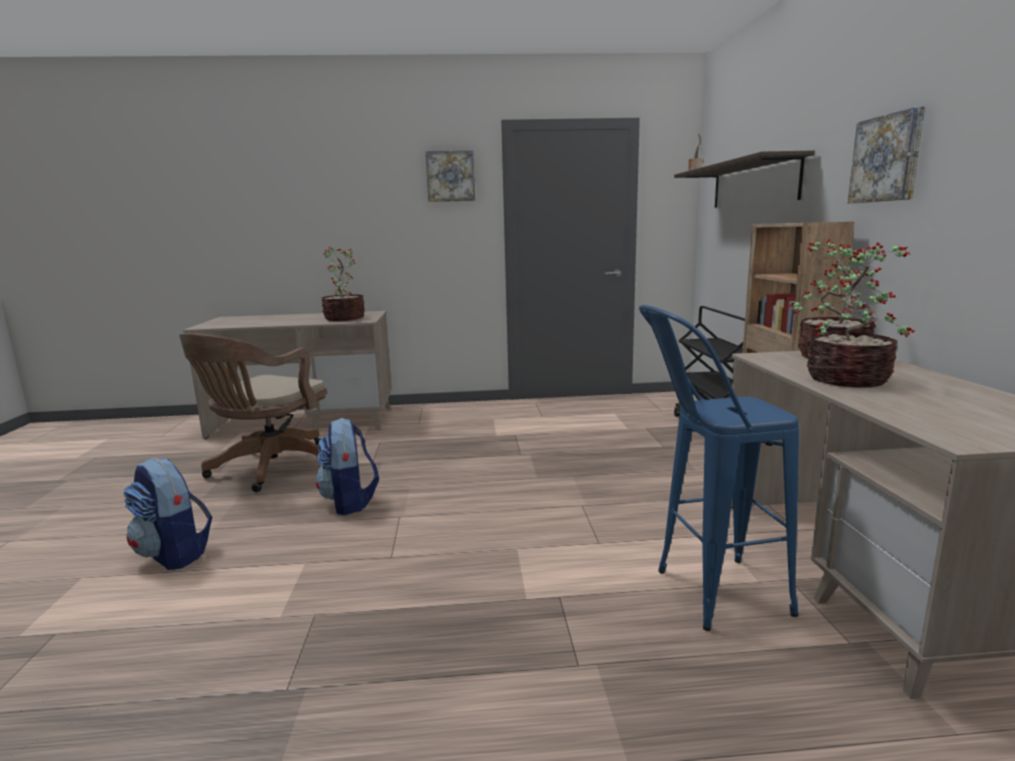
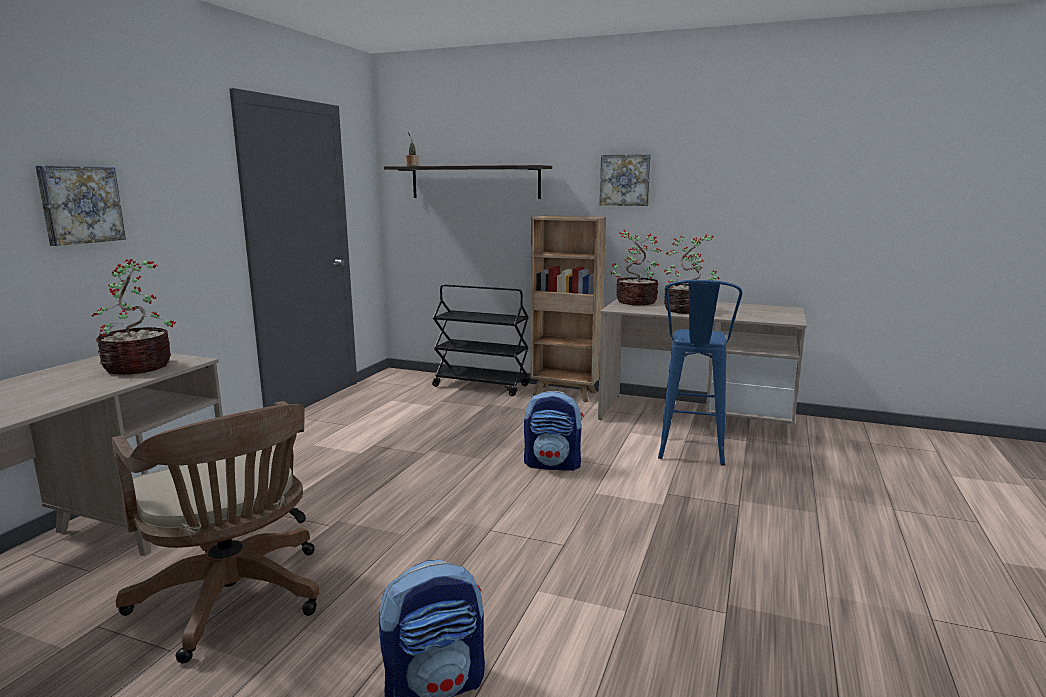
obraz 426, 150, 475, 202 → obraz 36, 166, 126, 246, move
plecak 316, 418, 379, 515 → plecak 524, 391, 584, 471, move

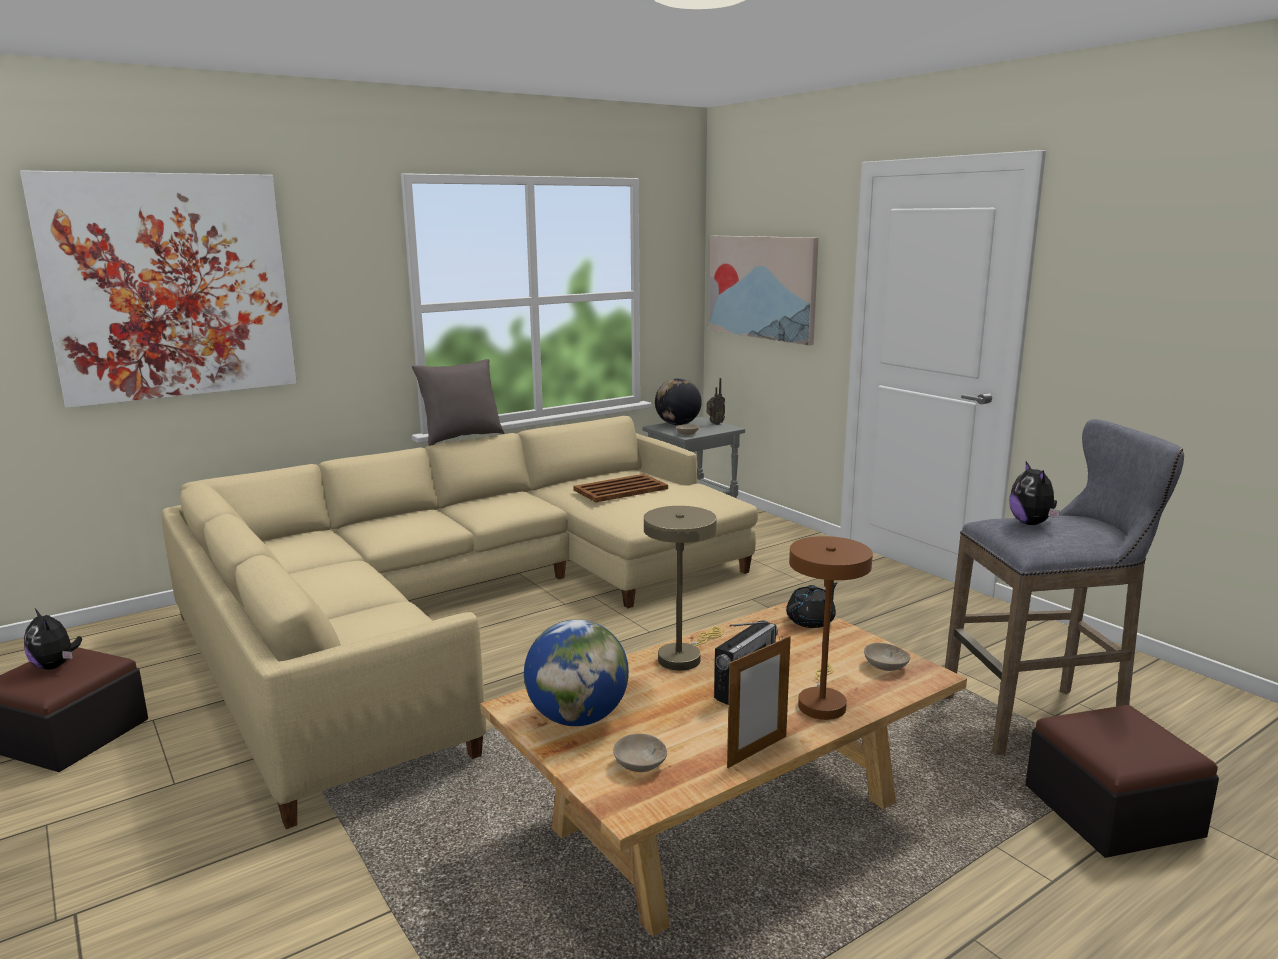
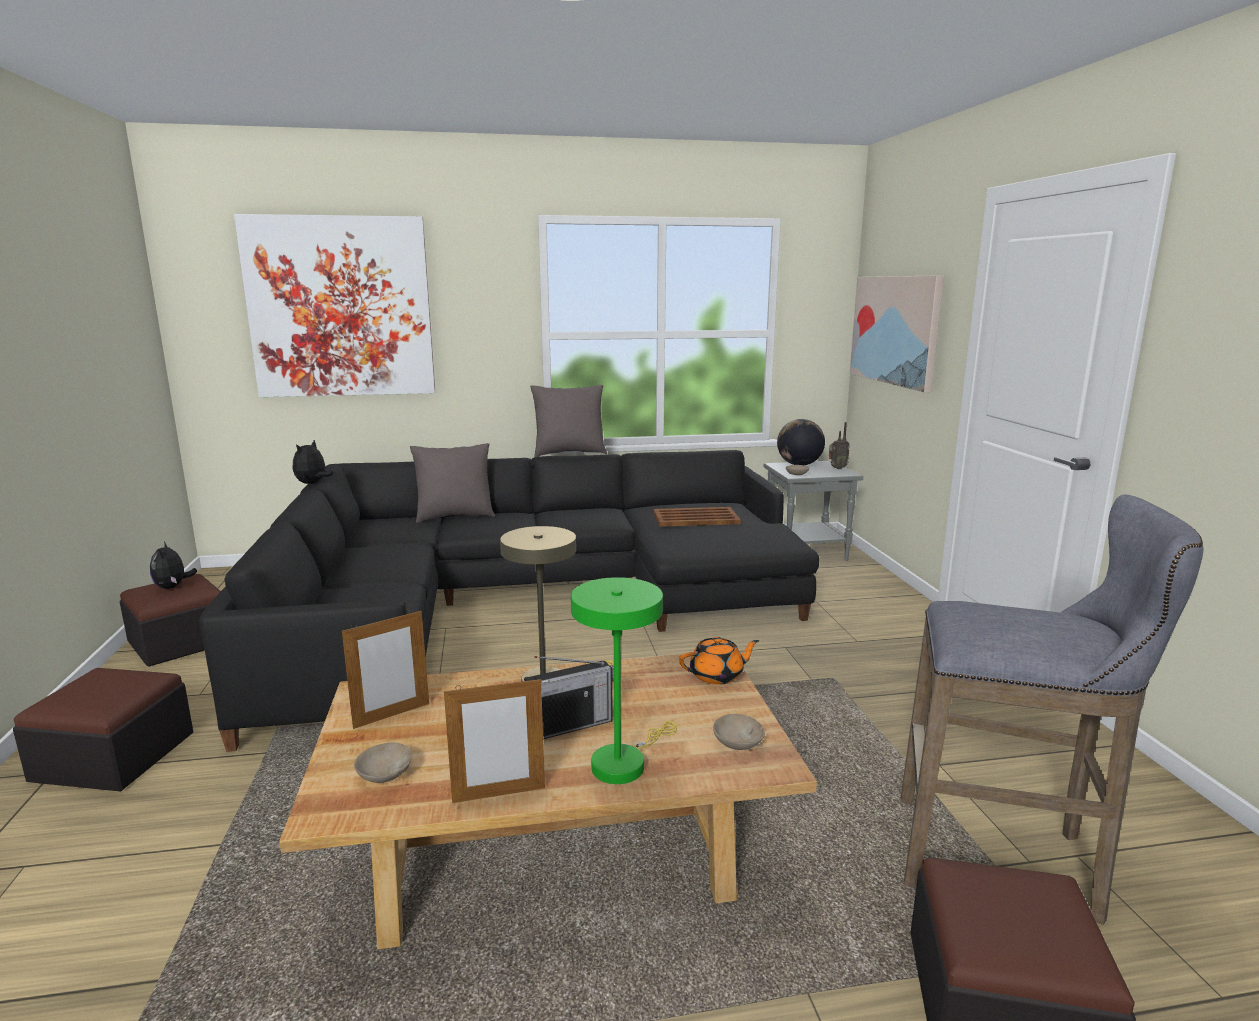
- → pufa 13, 668, 193, 791
kanapa (beżowy) 162, 416, 758, 829 → kanapa (czarny) 199, 450, 819, 752
pluszak 1009, 461, 1060, 525 → pluszak 293, 440, 334, 484, move
globus 524, 619, 629, 726 → ramka na zdjęcie 342, 611, 429, 729
- → poduszka (szary) 410, 443, 495, 523
lampa stołowa (brązowy) 789, 536, 873, 720 → lampa stołowa (zielony) 571, 577, 677, 784
imbryk (czarny) 786, 582, 837, 628 → imbryk (pomarańczowy) 679, 637, 759, 685

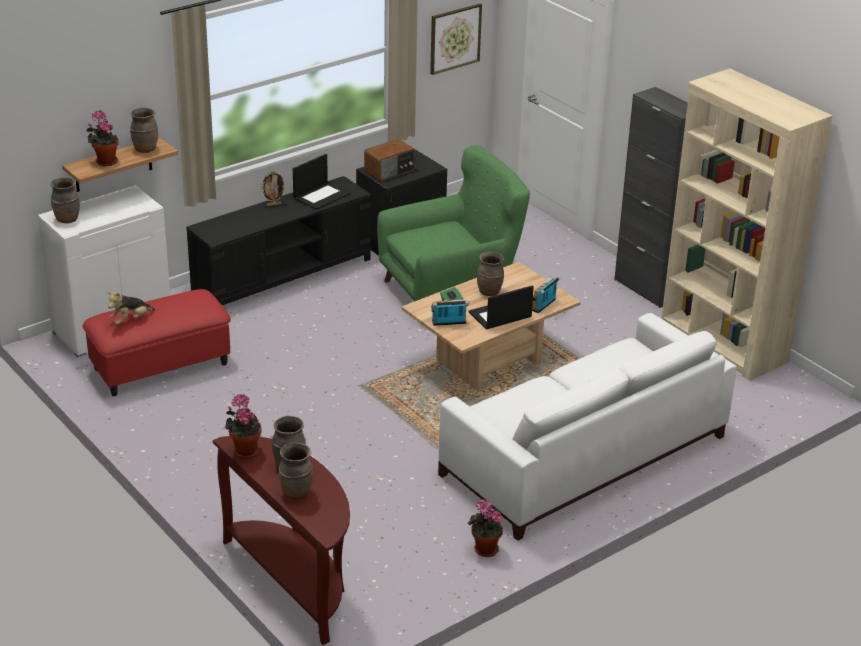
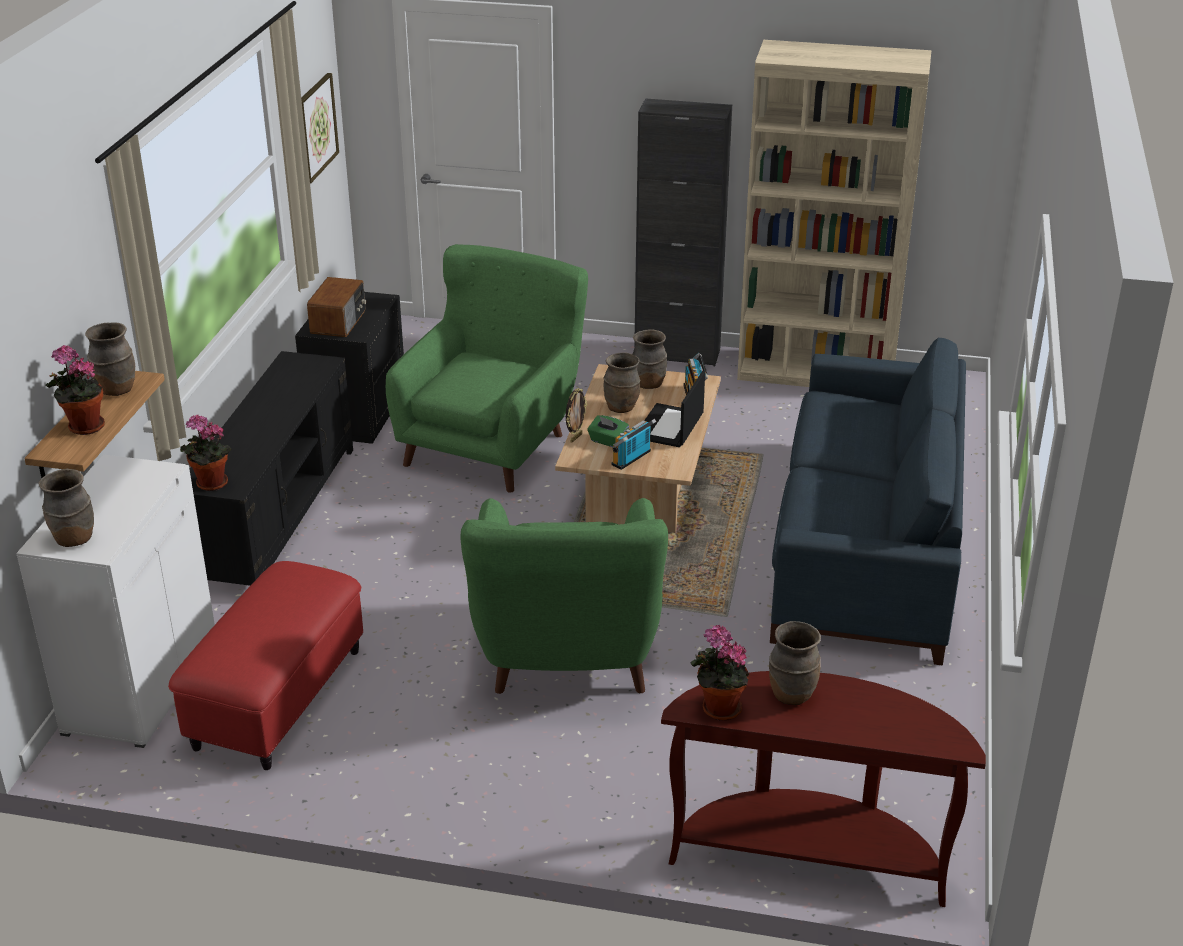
roślina doniczkowa 468, 499, 503, 557 → roślina doniczkowa 180, 415, 232, 491, move
- → fotel (zielony) 460, 498, 668, 694
ramka na zdjęcie 261, 171, 286, 206 → ramka na zdjęcie 566, 388, 587, 443, move
wazon (brązowy) 279, 443, 313, 499 → wazon (brązowy) 632, 329, 667, 389, move
kanapa (biały) 438, 313, 737, 541 → kanapa (niebieski) 770, 338, 966, 666
pluszak 107, 292, 155, 325 → -
laptop 293, 154, 350, 210 → -

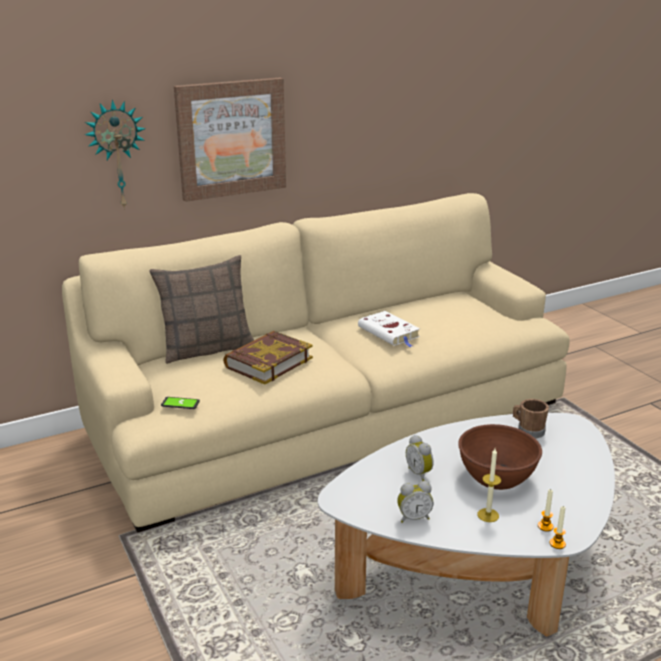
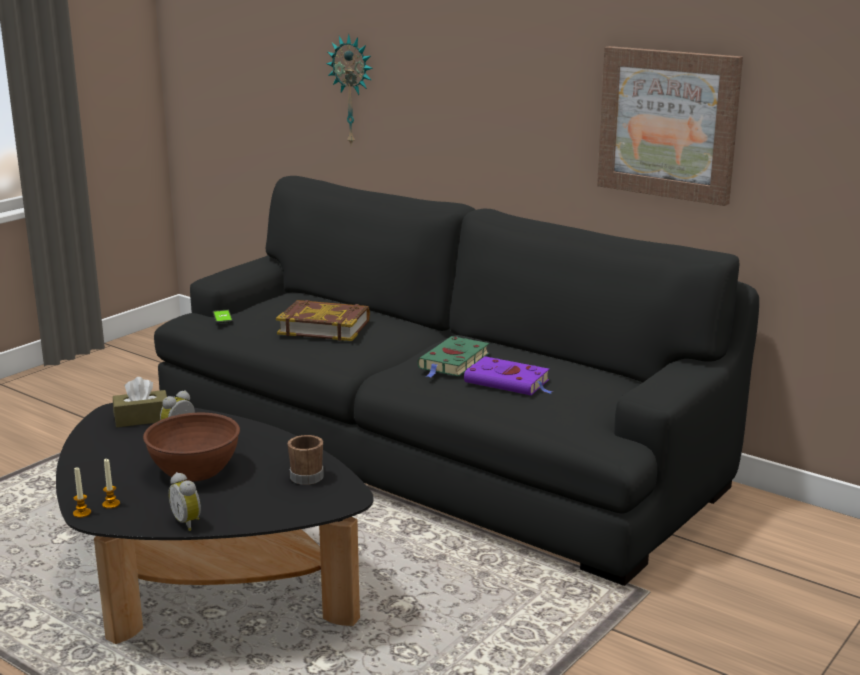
ława (biały) 318, 413, 615, 636 → ława (czarny) 56, 403, 373, 644
- → pudełko chusteczek (brązowy) 113, 377, 167, 427
kanapa (beżowy) 62, 193, 570, 533 → kanapa (czarny) 154, 176, 759, 586
budzik 397, 481, 433, 523 → budzik 168, 472, 201, 531, move
książka (biały) 358, 311, 420, 347 → książka (zielony) 418, 336, 489, 378
- → książka (fioletowy) 464, 356, 553, 395
obraz 174, 78, 286, 202 → obraz 597, 46, 743, 206, move
poduszka 149, 255, 254, 364 → -
świeca 477, 448, 501, 522 → -

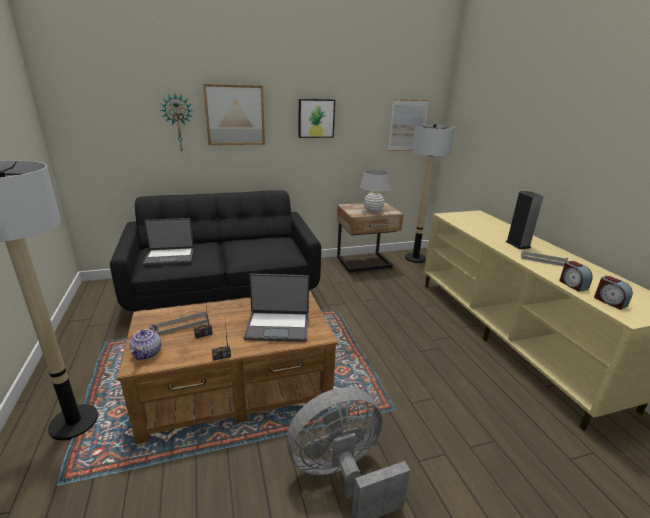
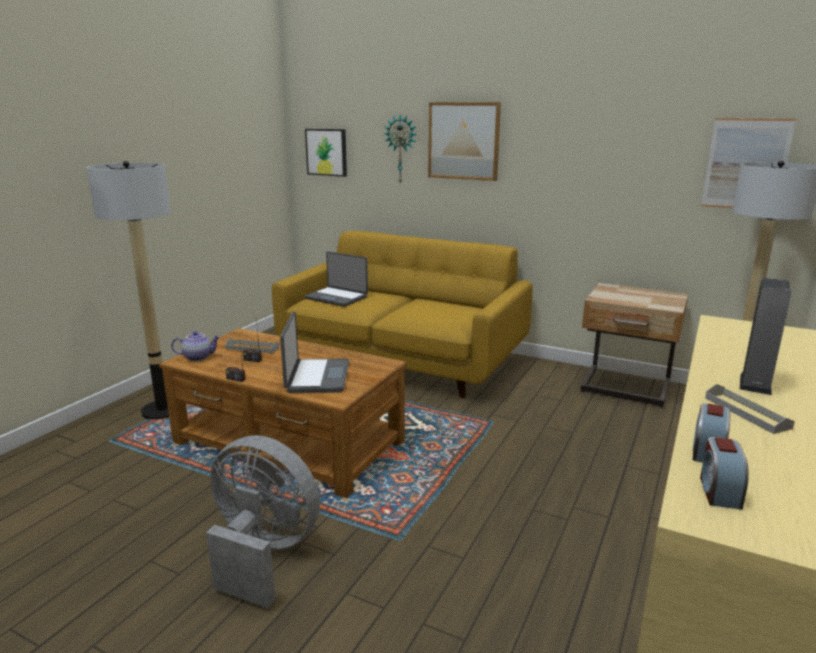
imbryk 130, 324, 161, 360 → imbryk 171, 331, 220, 361, 150 degrees counterclockwise
kanapa (czarny) 110, 190, 321, 311 → kanapa (żółty) 272, 231, 533, 398
laptop 244, 274, 309, 342 → laptop 280, 312, 349, 393, 135 degrees counterclockwise
obraz 298, 99, 335, 138 → obraz 305, 129, 347, 177, move
lampa stołowa (biały) 360, 170, 390, 213 → -

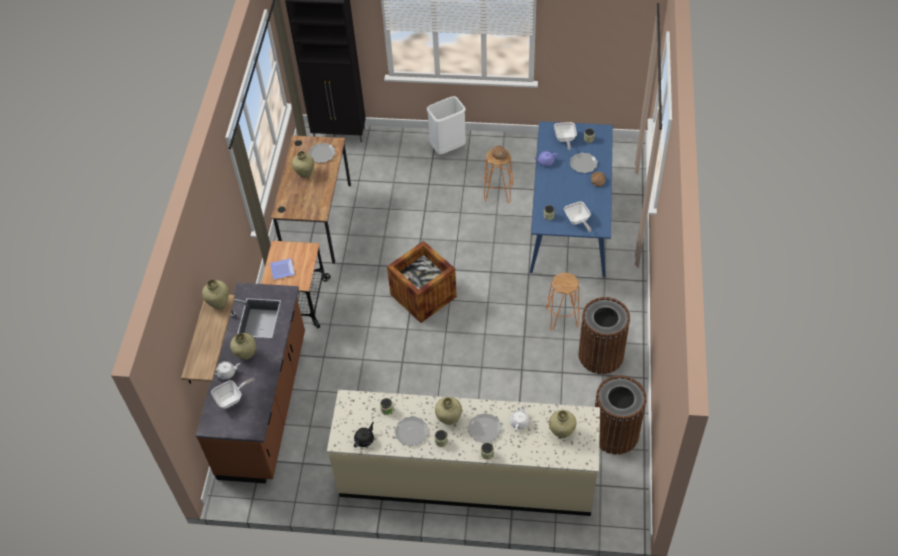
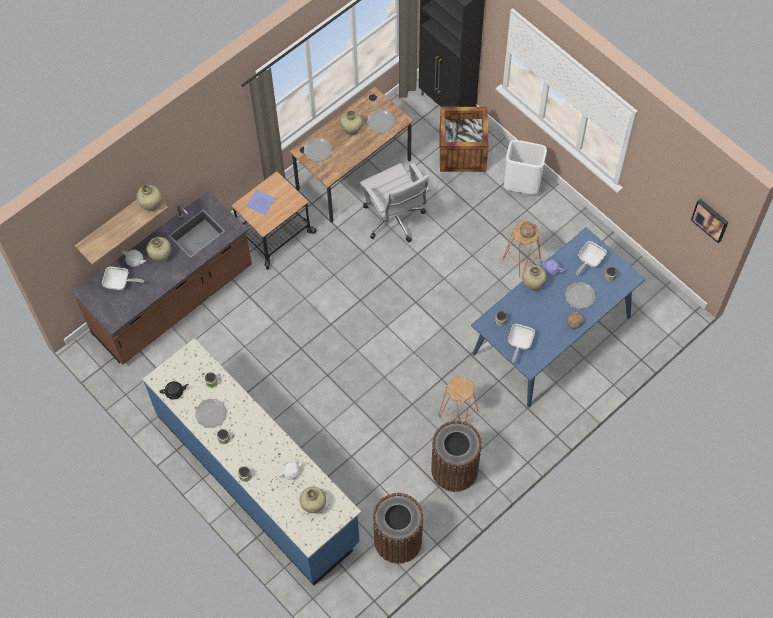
zabudowa kuchenna (beżowy) 327, 390, 600, 516 → zabudowa kuchenna (niebieski) 143, 338, 361, 585
talerz 468, 413, 502, 443 → talerz 304, 138, 332, 162, move
- → krzesło biurowe (biały) 360, 163, 430, 242
skrzynka 387, 241, 457, 323 → skrzynka 439, 107, 489, 172, move
wazon (beżowy) 435, 397, 462, 425 → wazon (beżowy) 522, 265, 547, 291, move
- → obraz 691, 199, 728, 243

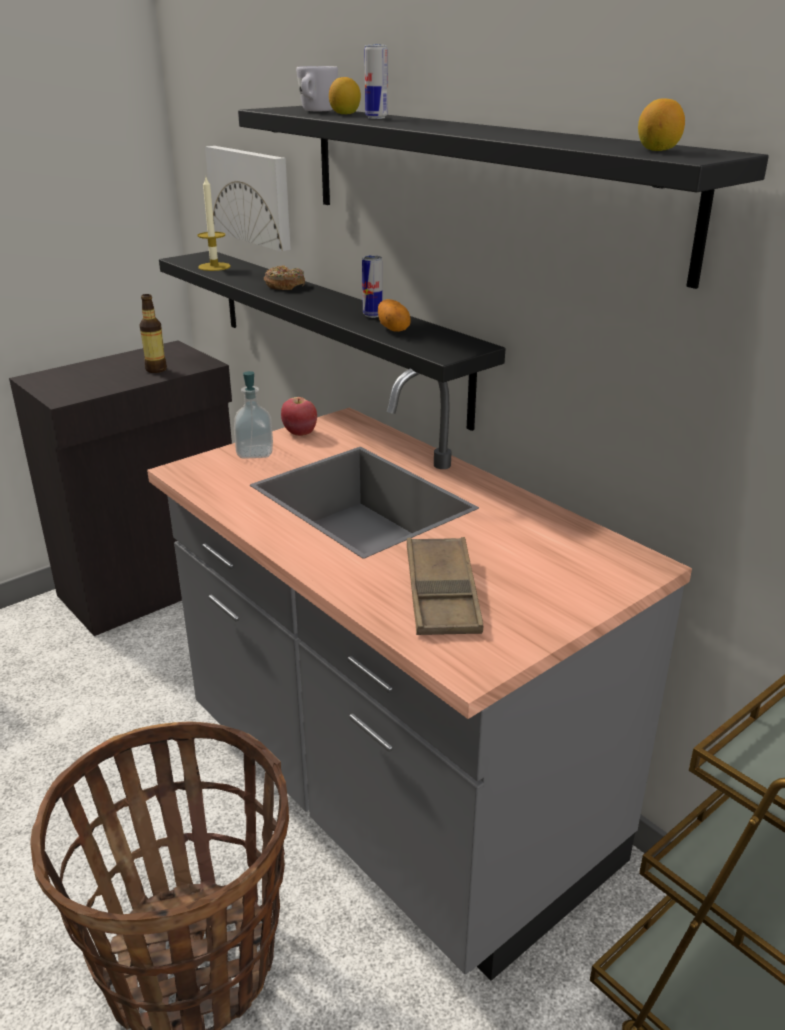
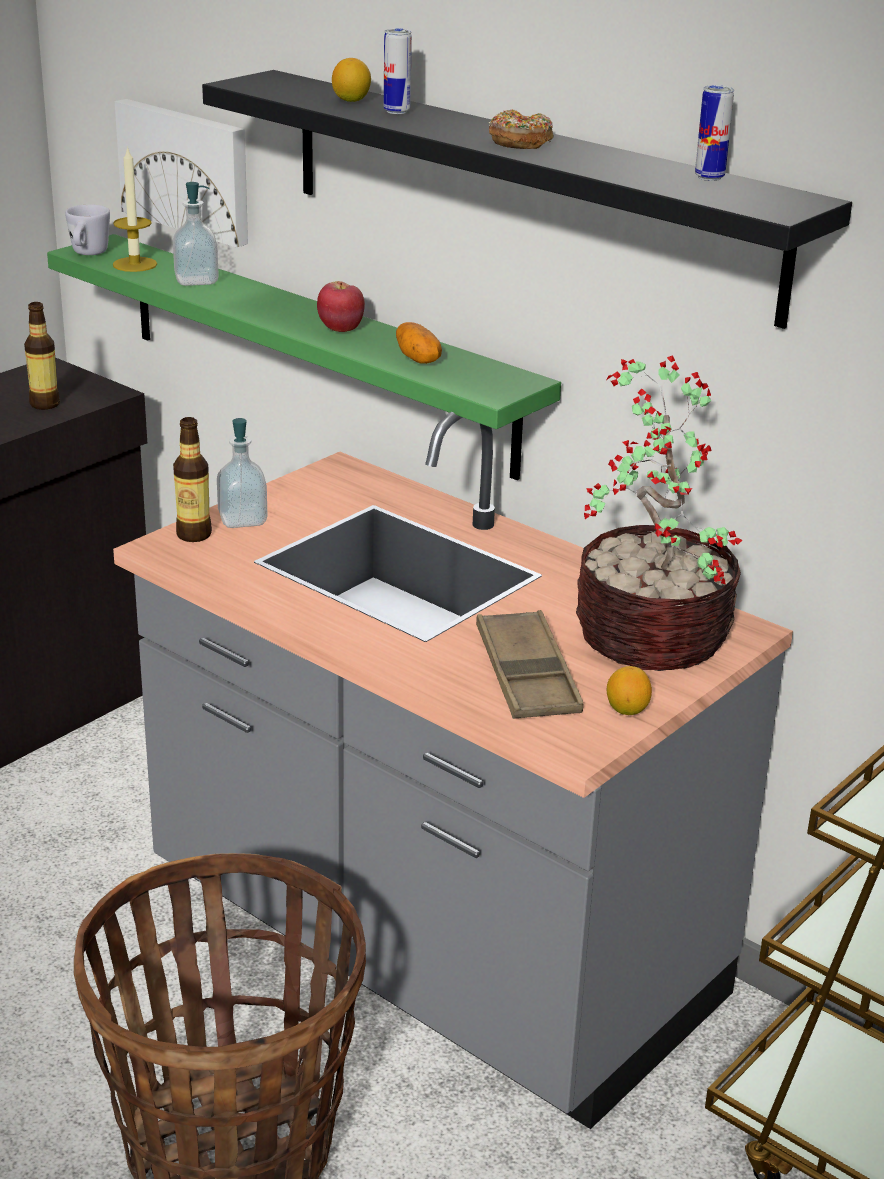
półka (czarny) 159, 251, 505, 431 → półka (zielony) 47, 234, 561, 480
kubek (biały) 296, 66, 338, 111 → kubek (biały) 65, 204, 110, 255, move
- → dozownik mydła 173, 182, 219, 286
- → butelka 173, 417, 212, 542
jabłko 281, 397, 317, 436 → jabłko 317, 281, 365, 332, move
donut 264, 265, 305, 290 → donut 489, 110, 554, 149, move
- → roślina doniczkowa 576, 355, 742, 671
cytryna 638, 99, 685, 151 → cytryna 607, 666, 652, 715, move
puszka 362, 255, 382, 318 → puszka 695, 85, 734, 181, move

